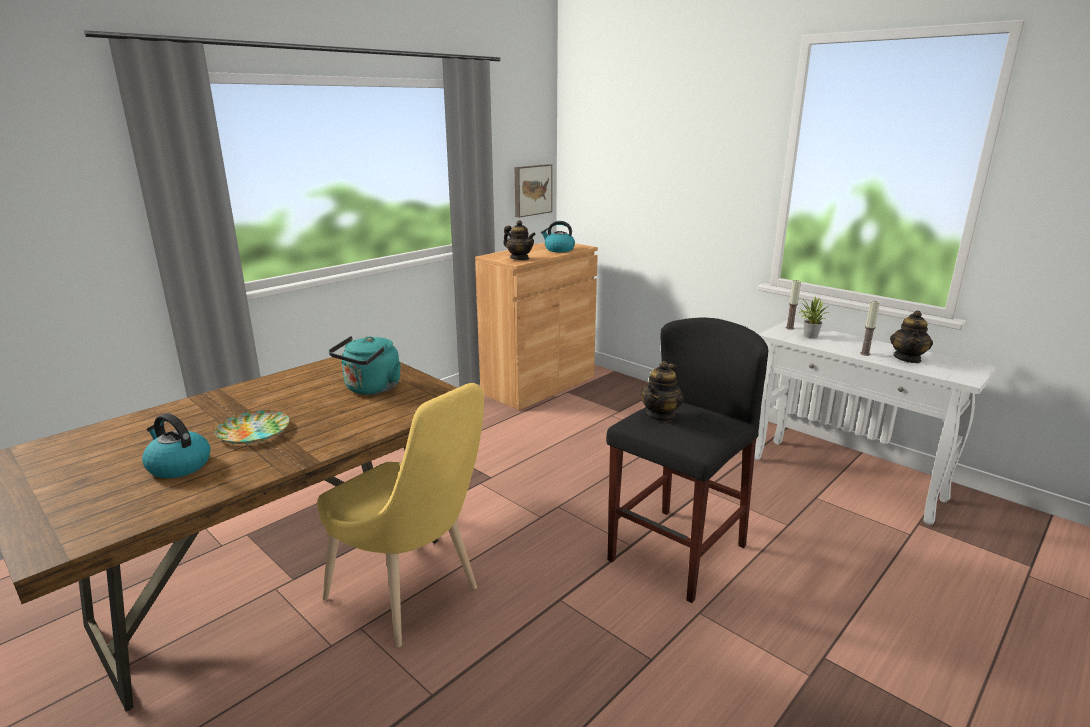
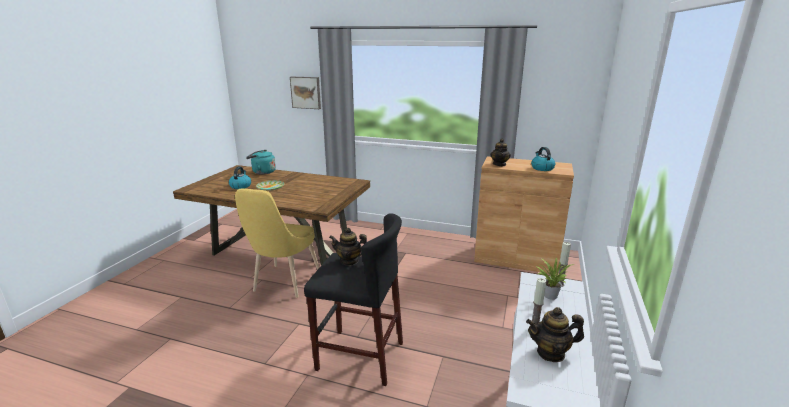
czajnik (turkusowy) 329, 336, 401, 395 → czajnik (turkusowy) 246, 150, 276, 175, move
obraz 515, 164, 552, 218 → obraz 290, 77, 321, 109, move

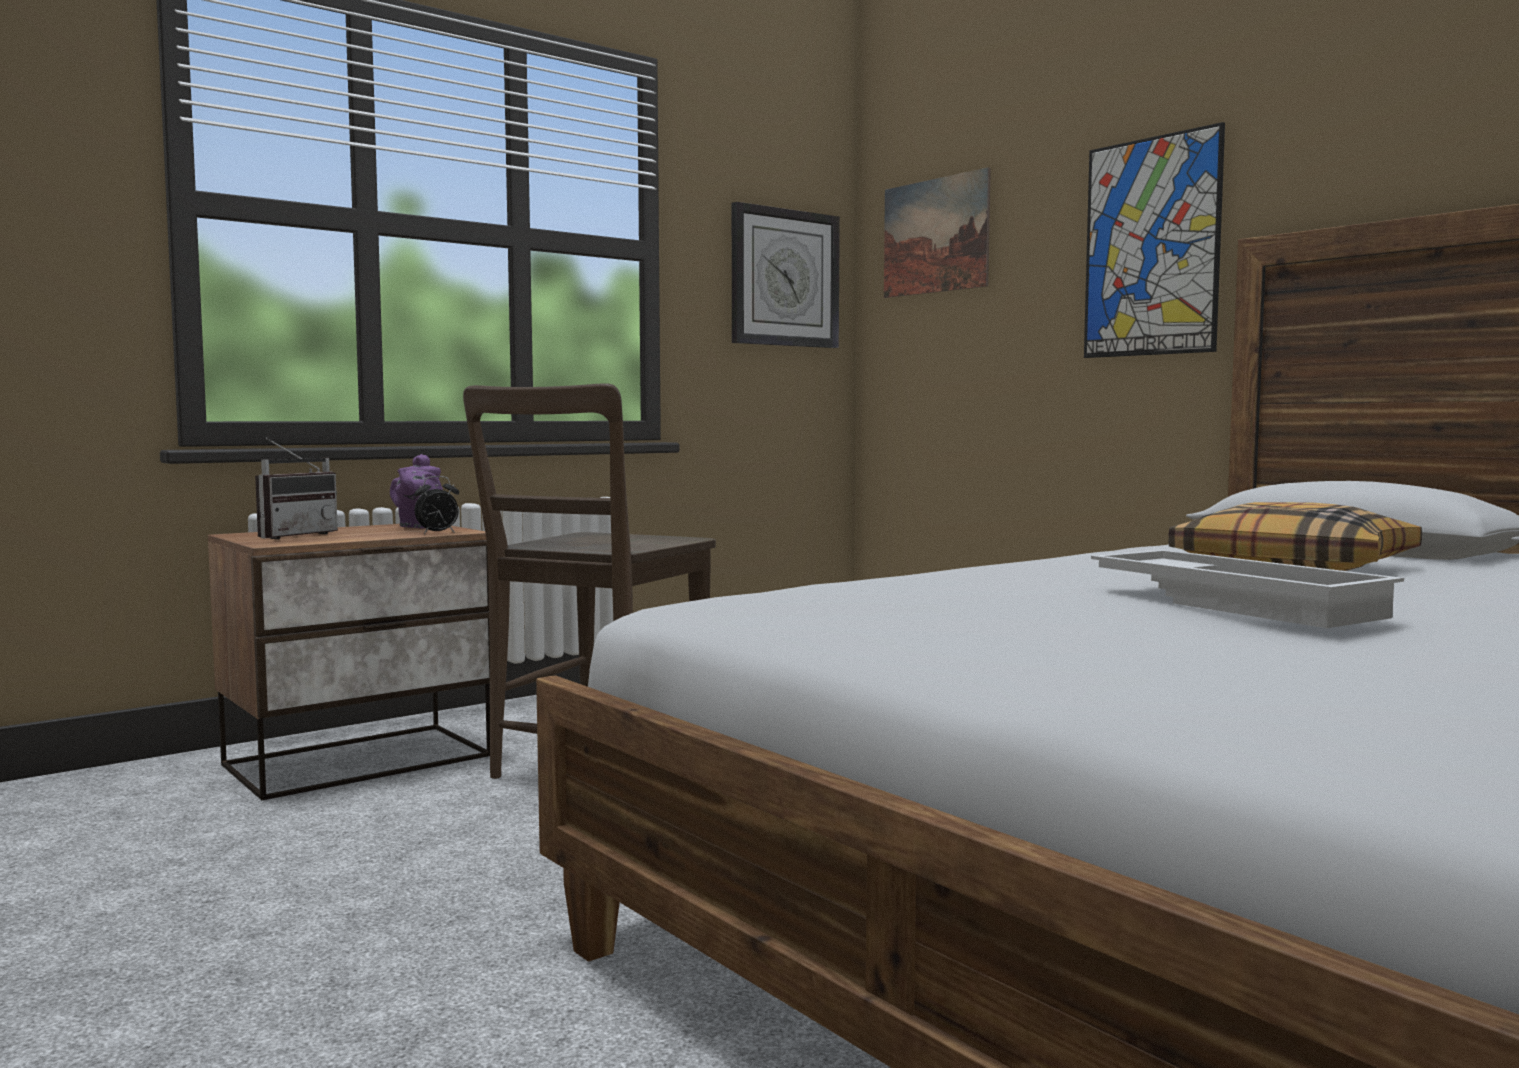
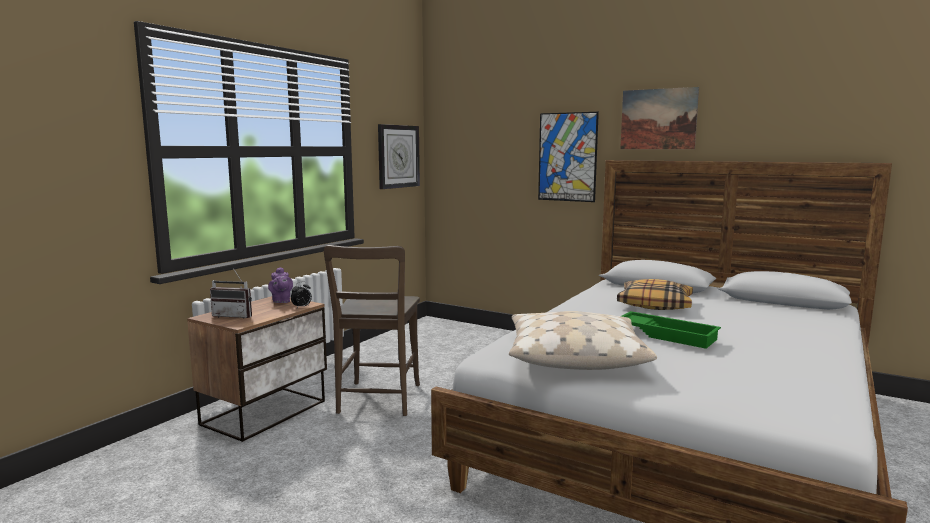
radio 255, 438, 338, 539 → radio 210, 268, 252, 319, 90 degrees clockwise
- → poduszka (beżowy) 509, 311, 657, 370
obraz 884, 167, 991, 298 → obraz 620, 87, 699, 149, move
taca (biały) 1091, 550, 1404, 628 → taca (zielony) 621, 311, 721, 349

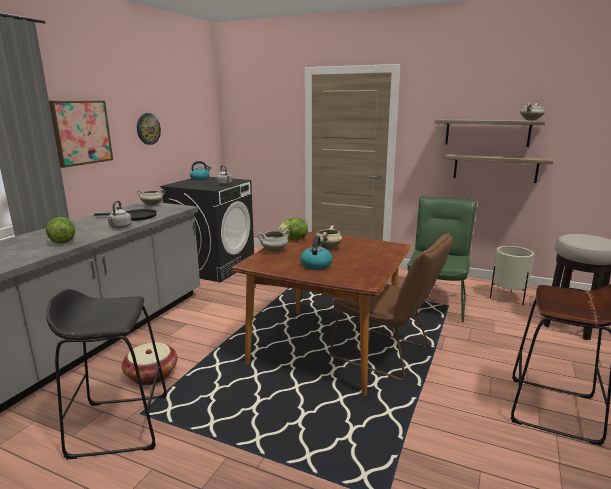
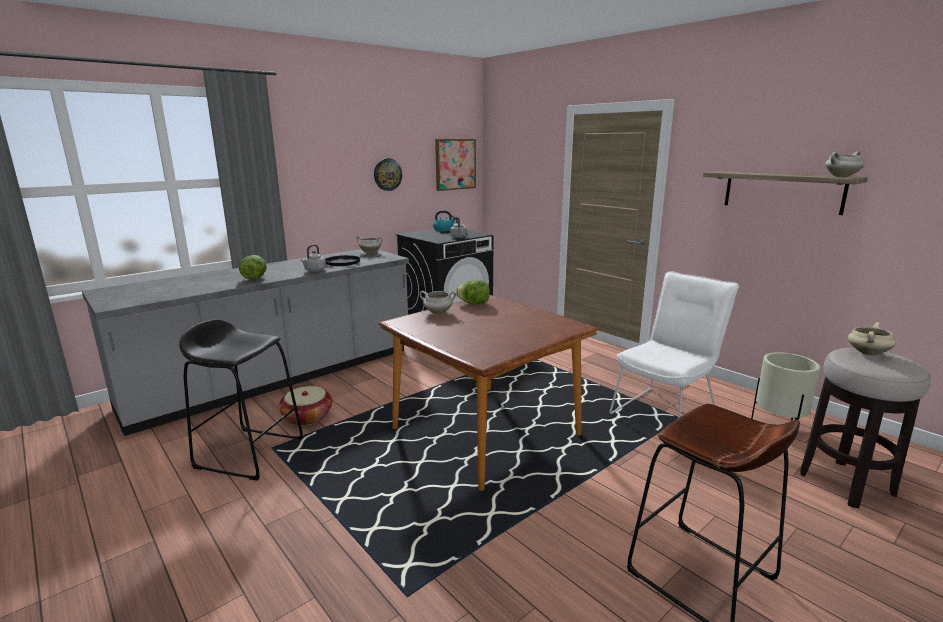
obraz 49, 100, 113, 168 → obraz 435, 139, 476, 191, move
krzesło (zielony) 407, 196, 477, 322 → krzesło (biały) 609, 271, 739, 418
garnek (beżowy) 316, 225, 342, 249 → garnek (beżowy) 848, 322, 896, 356, move
czajnik 301, 236, 332, 270 → -
krzesło (brązowy) 330, 232, 453, 381 → -
półka 443, 153, 553, 183 → -

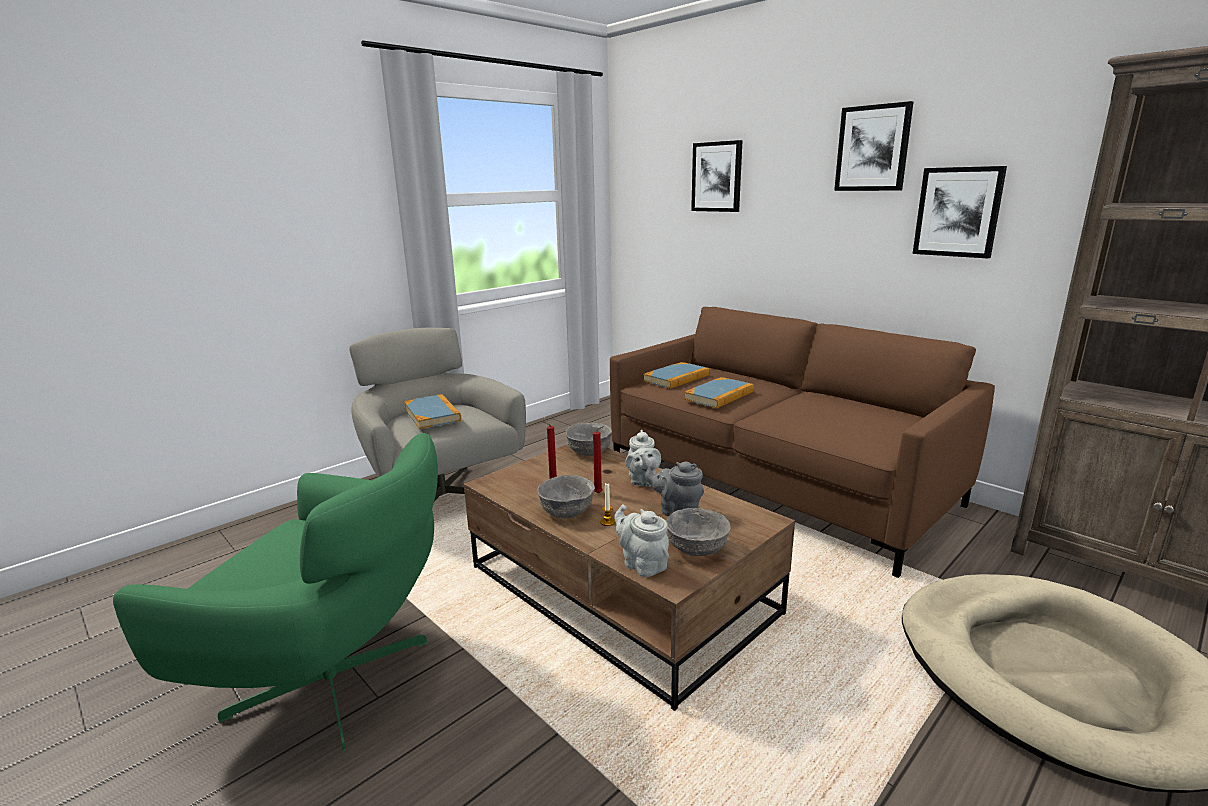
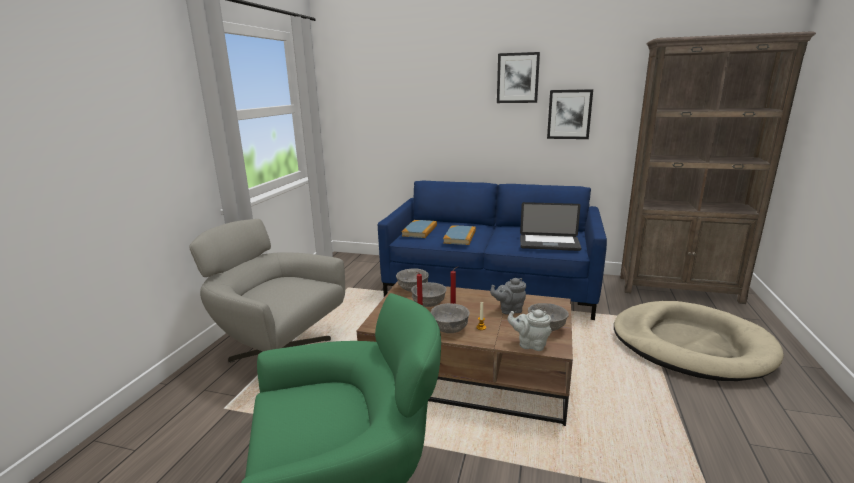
kanapa (brązowy) 610, 307, 995, 578 → kanapa (niebieski) 378, 180, 607, 320
- → miska (szary) 411, 282, 447, 307
- → laptop 520, 202, 581, 251
książka 404, 394, 461, 429 → -
imbryk (szary) 625, 430, 661, 486 → -
obraz 691, 140, 743, 212 → -

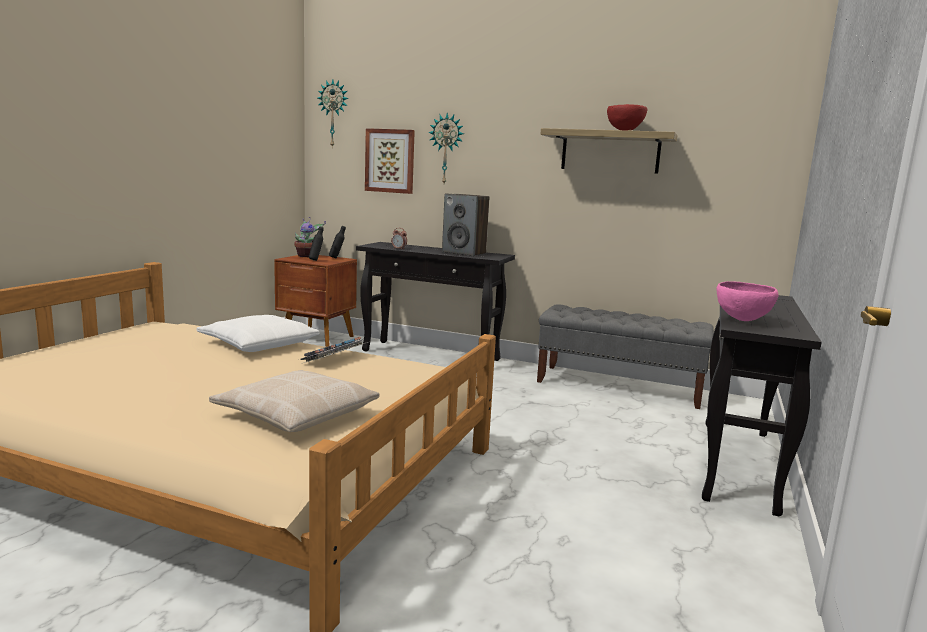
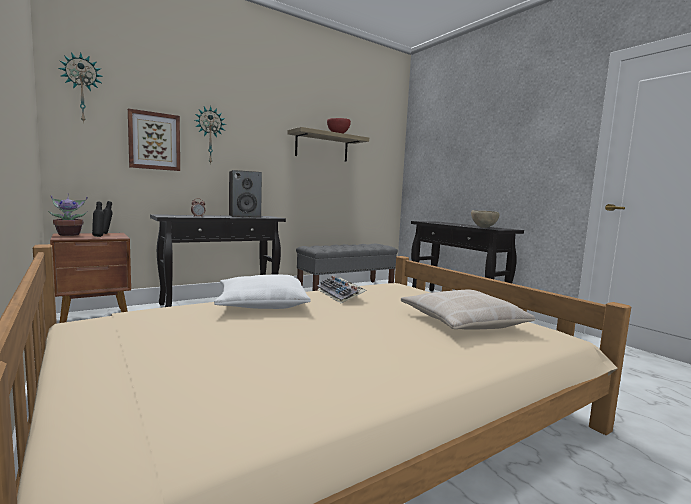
miska (różowy) 717, 281, 779, 321 → miska (brązowy) 471, 210, 500, 228

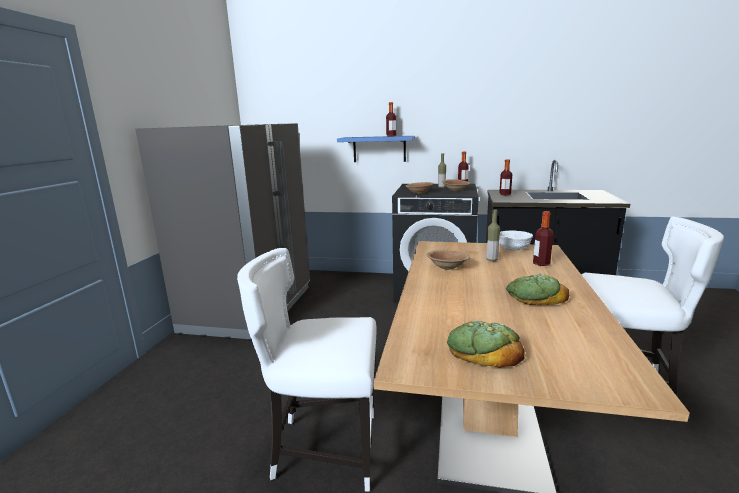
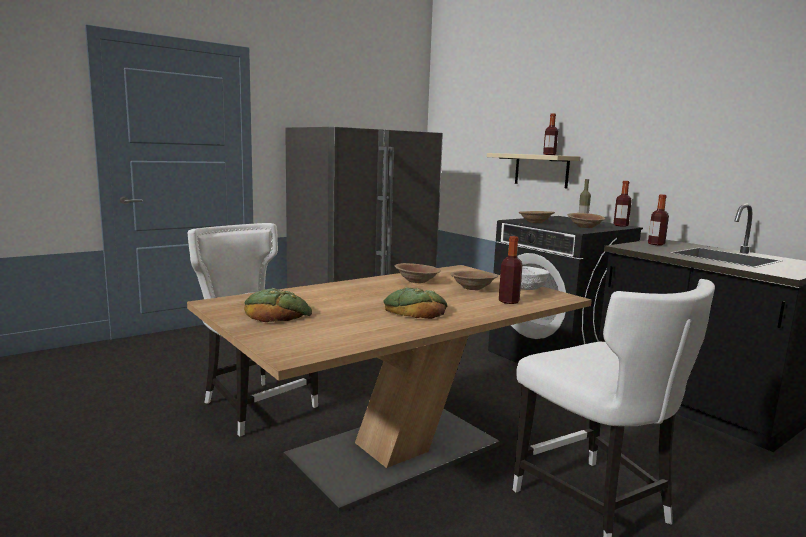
butelka 486, 209, 500, 261 → miska (brązowy) 450, 271, 498, 290
półka (niebieski) 337, 136, 415, 162 → półka (beżowy) 487, 153, 580, 188

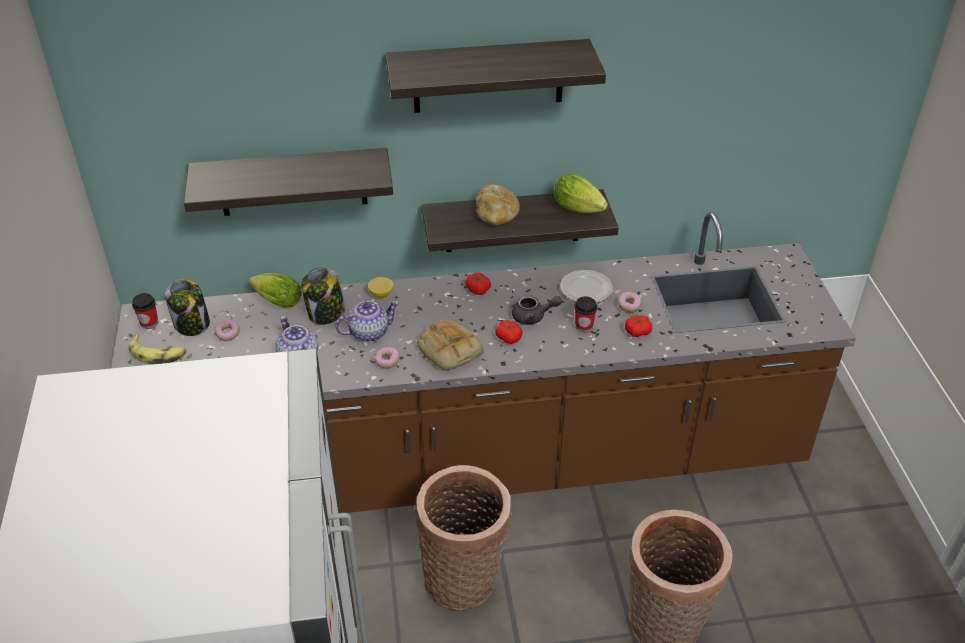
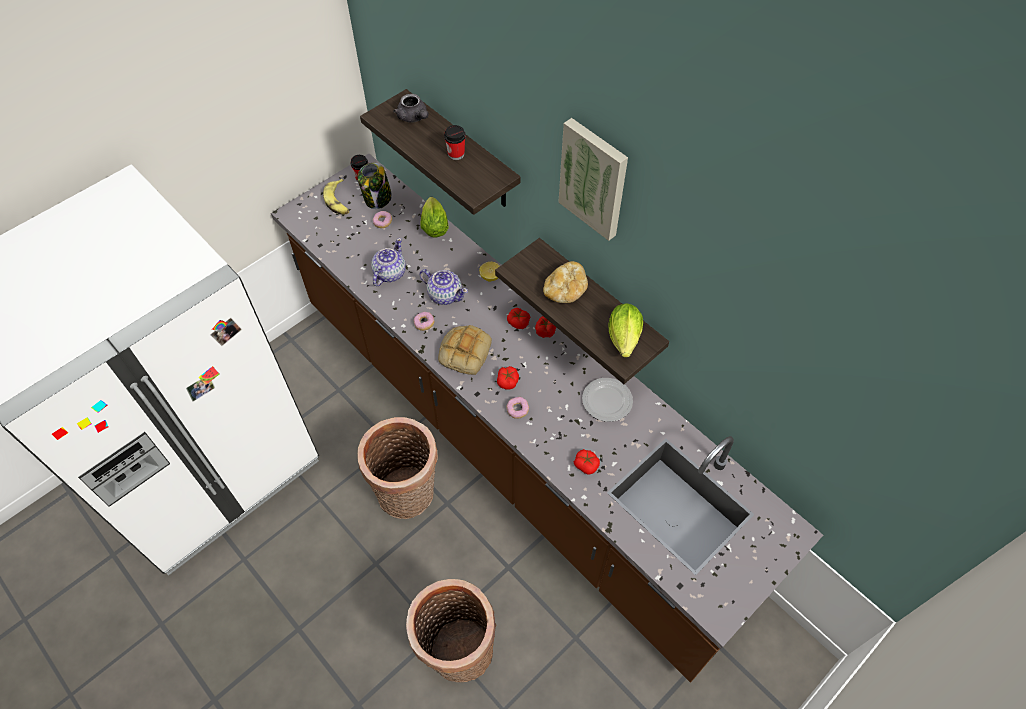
imbryk (szary) 512, 295, 562, 325 → imbryk (szary) 393, 94, 429, 122, move
filiżanka 574, 296, 597, 332 → filiżanka 444, 125, 466, 160, move
donut 618, 292, 641, 312 → donut 506, 397, 529, 419, move
- → pomidor 507, 308, 530, 329
półka 385, 39, 606, 113 → obraz 558, 118, 628, 241
słoik 301, 267, 345, 325 → -

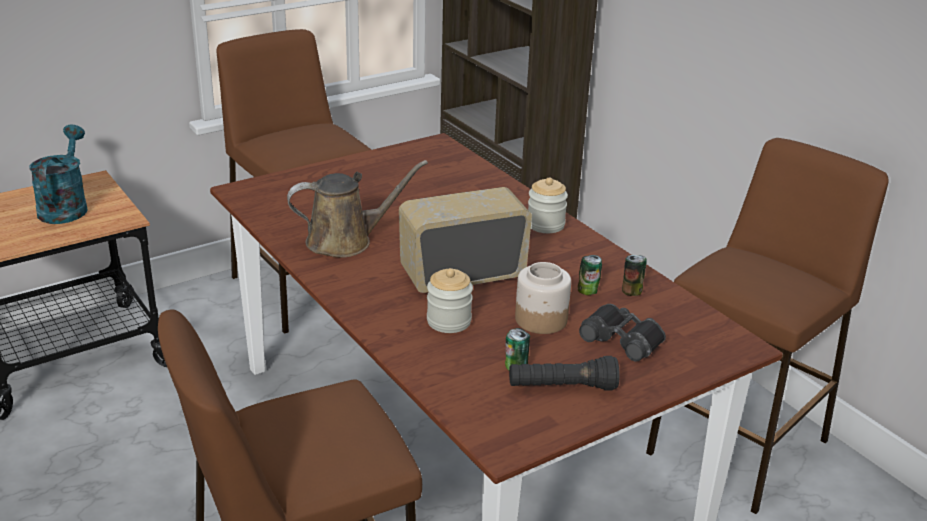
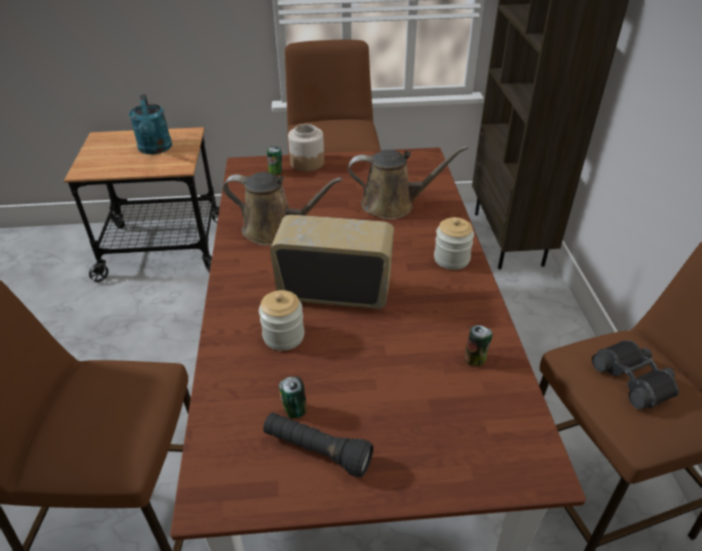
konewka (turkusowy) 29, 124, 88, 224 → konewka (turkusowy) 129, 94, 172, 154, 135 degrees clockwise
puszka 578, 255, 602, 295 → puszka 267, 146, 282, 175, move
słoik 515, 262, 571, 334 → słoik 288, 124, 324, 171, move
- → konewka (brązowy) 348, 146, 468, 219
lornetka (czarny) 579, 304, 666, 362 → lornetka (czarny) 592, 340, 679, 409, move

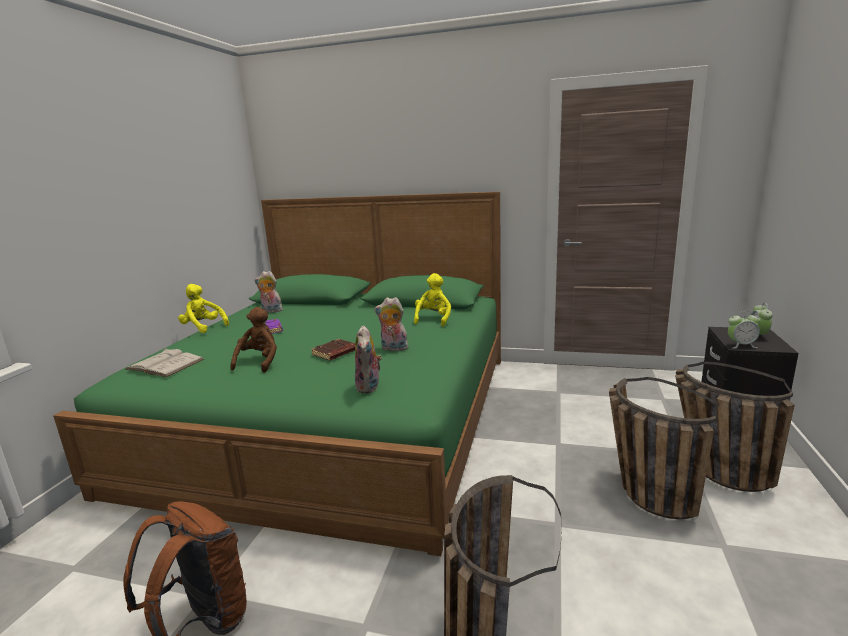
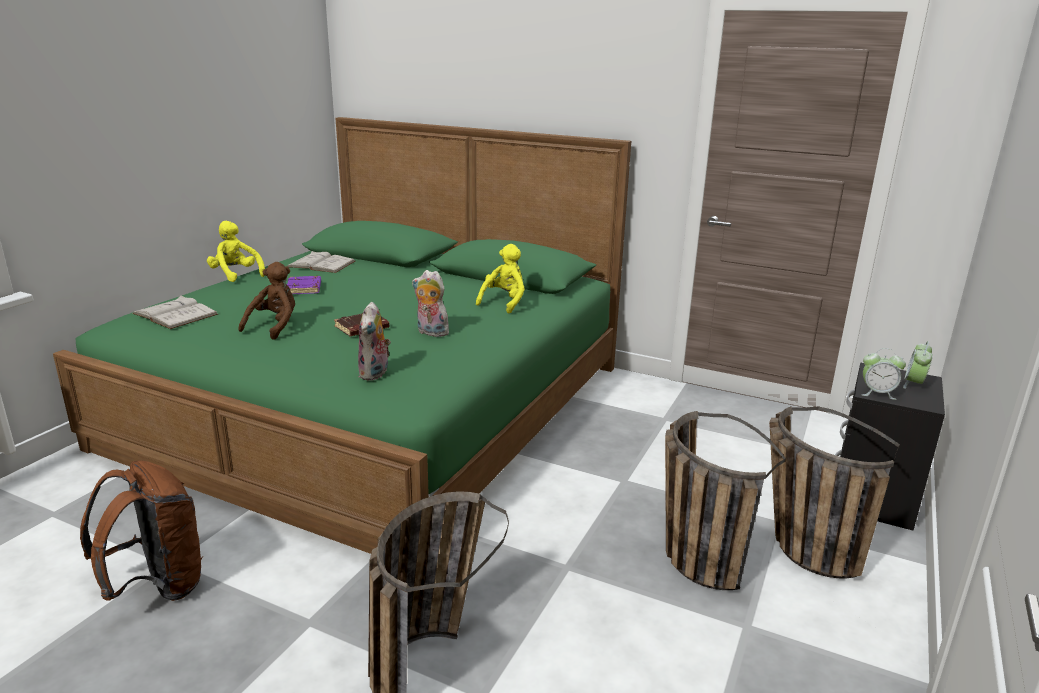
pluszak 255, 271, 284, 312 → książka (biały) 286, 251, 355, 273

